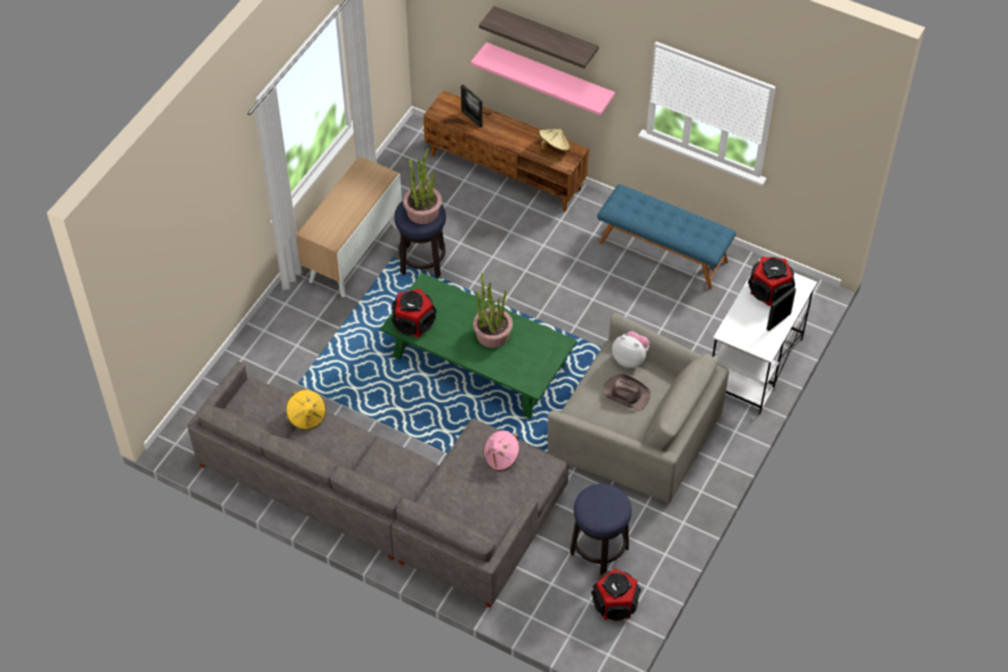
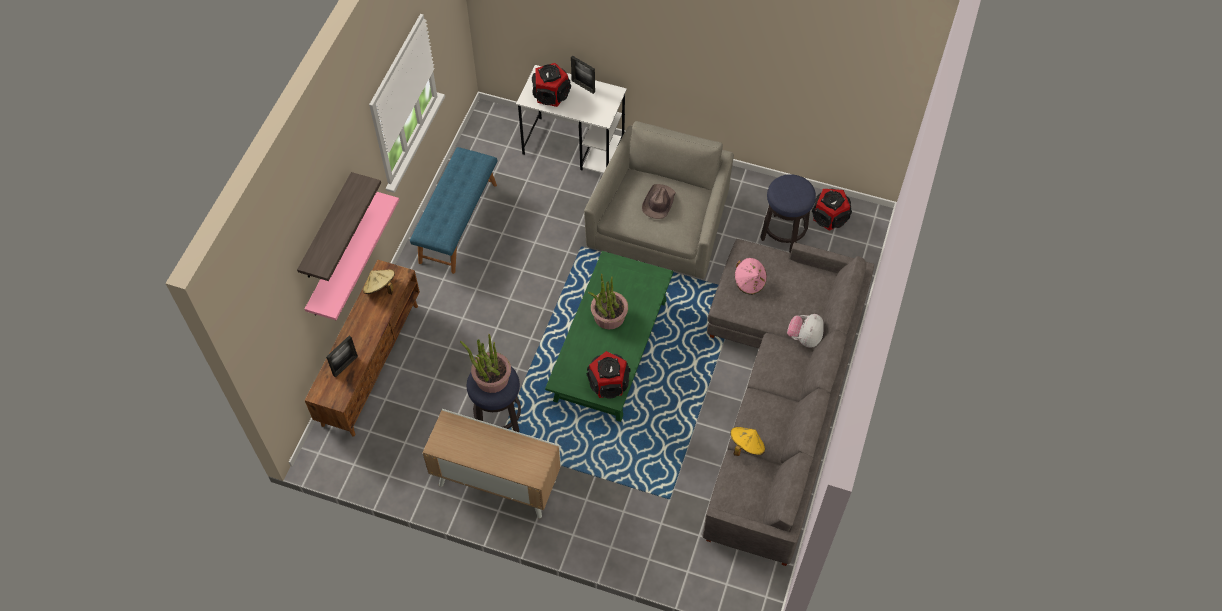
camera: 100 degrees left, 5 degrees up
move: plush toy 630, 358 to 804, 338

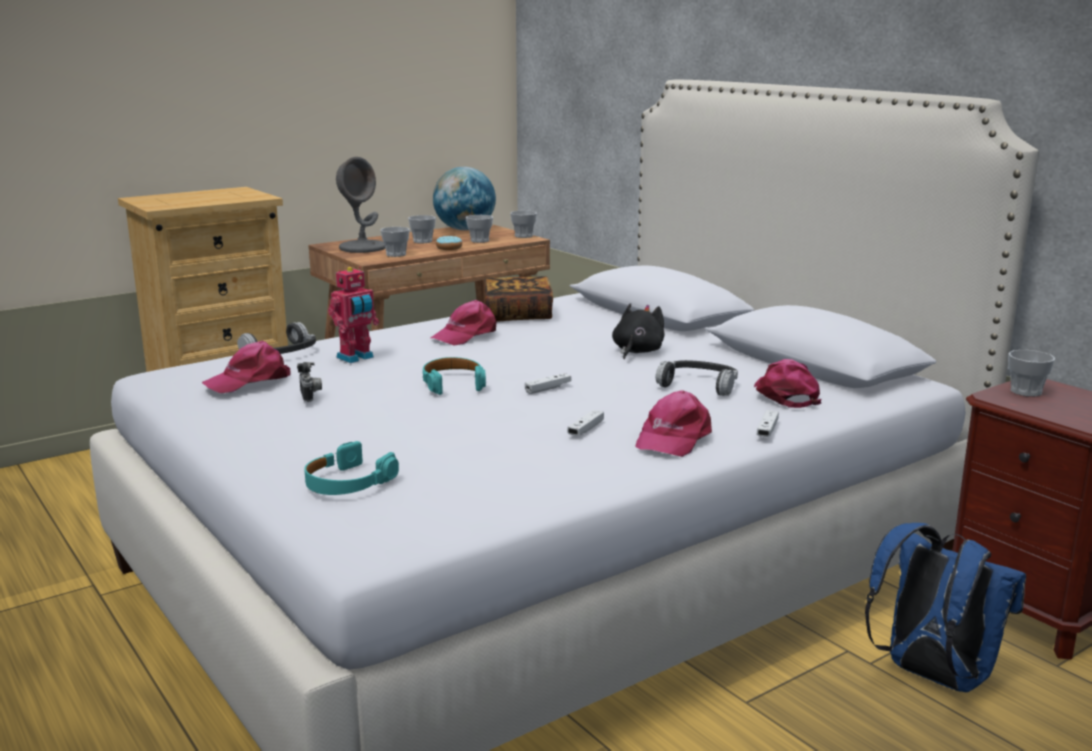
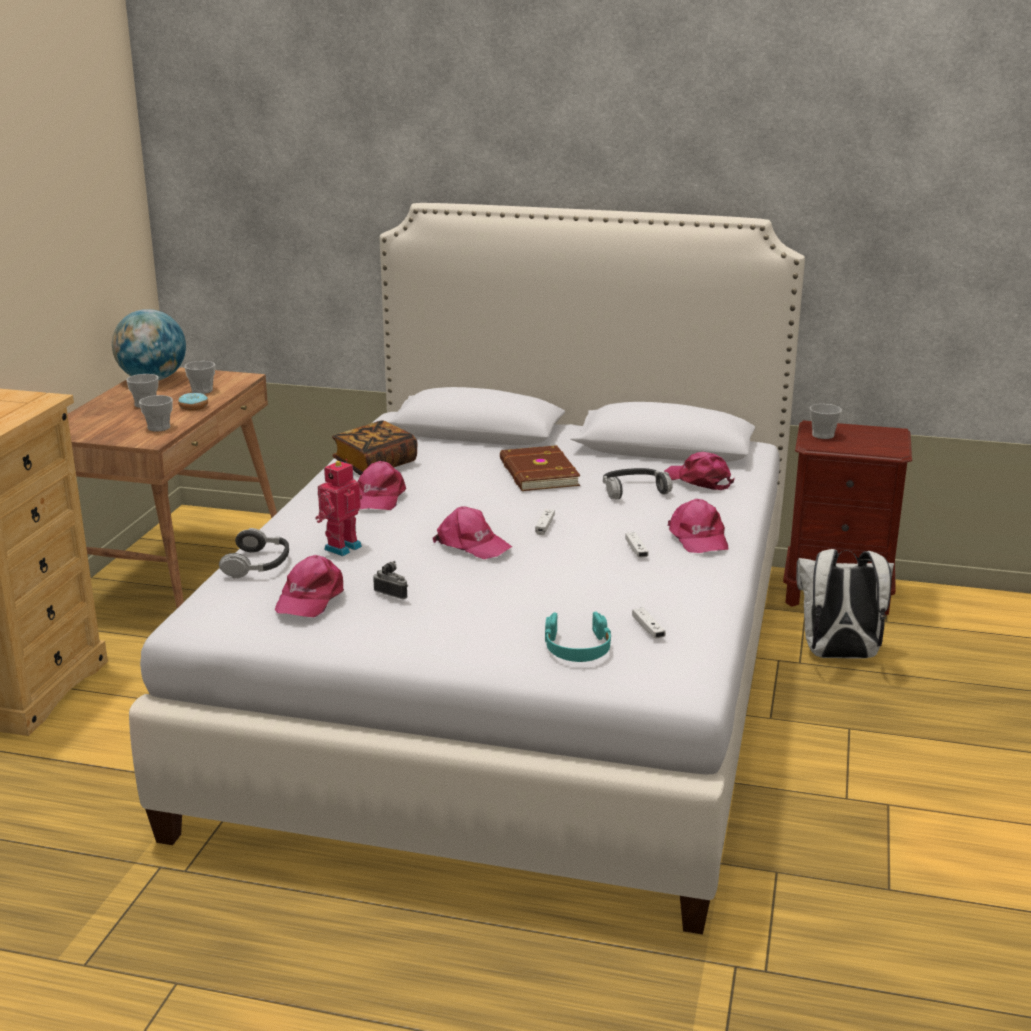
camera: 40 degrees left, 5 degrees up
delete: grey table lamp 363, 247; cup 523, 236
move: white game controller 767, 430 to 648, 629
replace: turquoise headphones 453, 383 to pink cap 472, 544; black plush toy 636, 351 to brown book 537, 473
recolor: blue backpack 931, 676 to white backpack 838, 656
rotate: toy robot 356, 358 = 341, 547 150 degrees counterclockwise

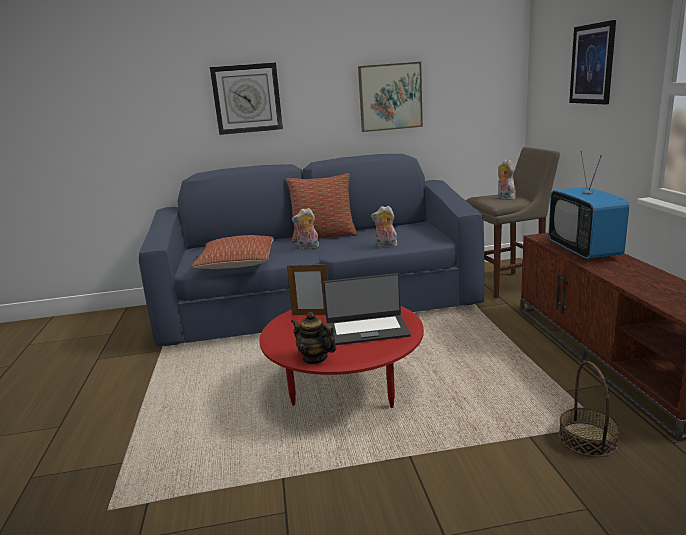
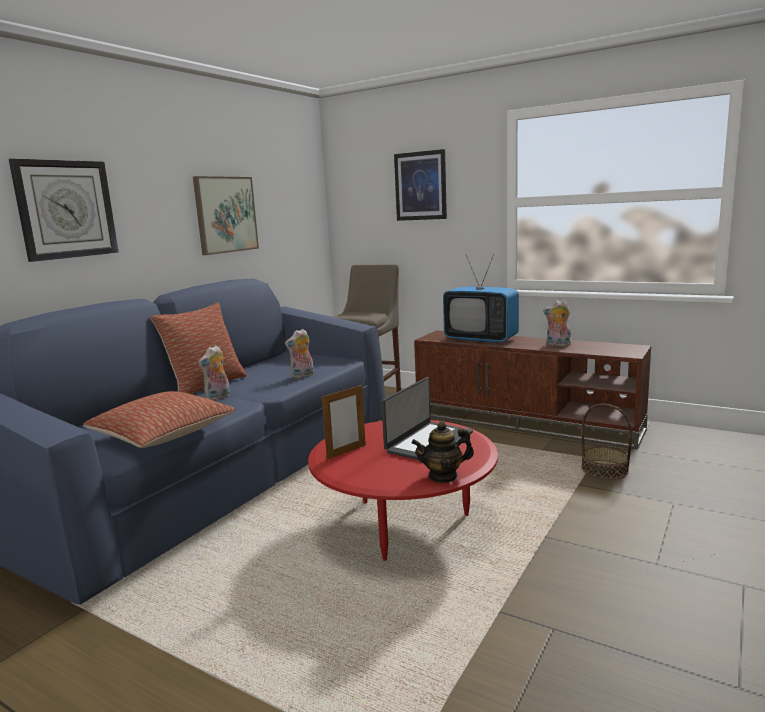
camera: 50 degrees left, 5 degrees down
move: plush toy 505, 198 to 557, 345

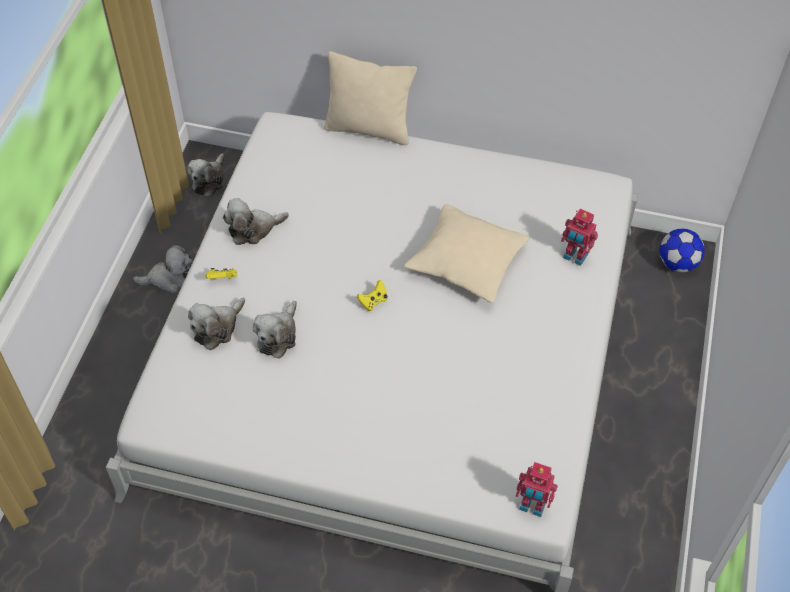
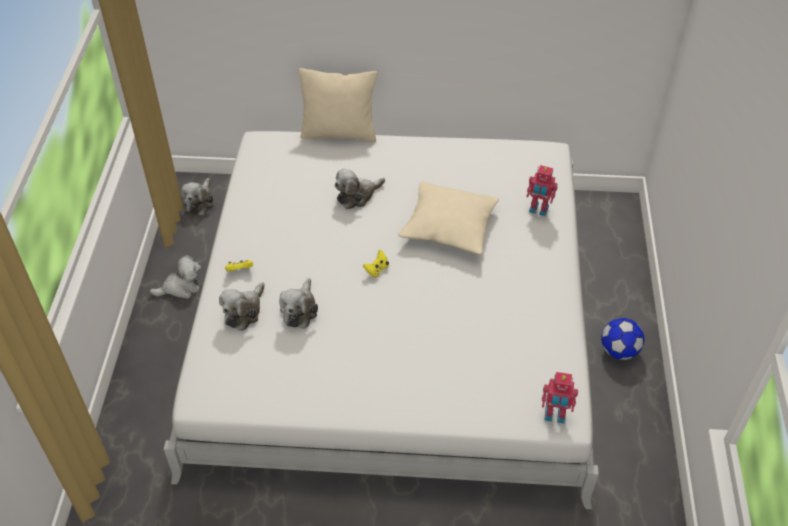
camera: 10 degrees left, 5 degrees down
move: plush toy 253, 229 to 357, 195; football 677, 263 to 619, 351

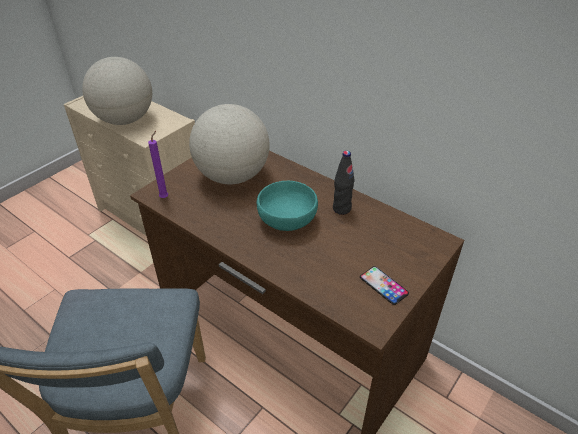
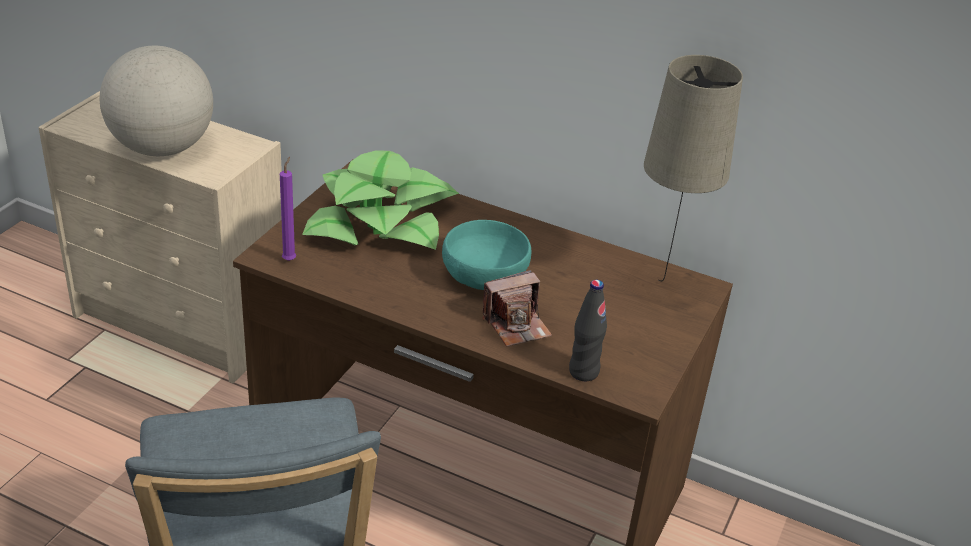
camera: 15 degrees left, 5 degrees down
delete: phone 383, 285
insert: photo camera 516, 325; beige table lamp 662, 292
move: black bottle 341, 209 to 583, 371
replace: globe 233, 176 to potted plant 382, 223

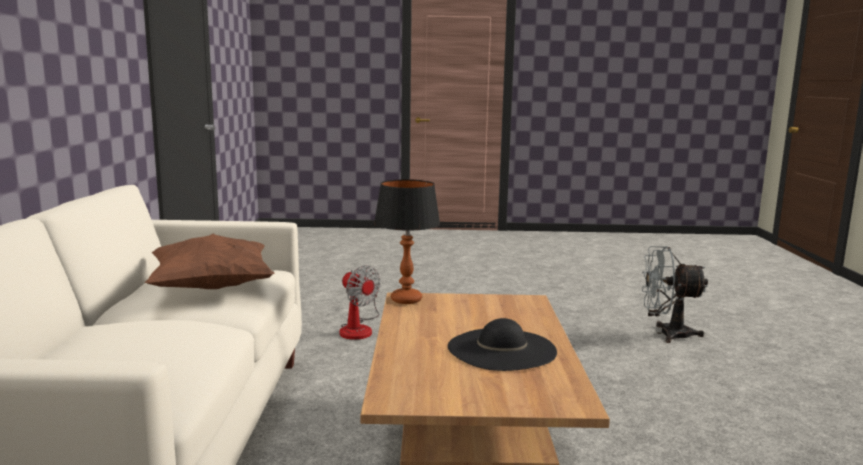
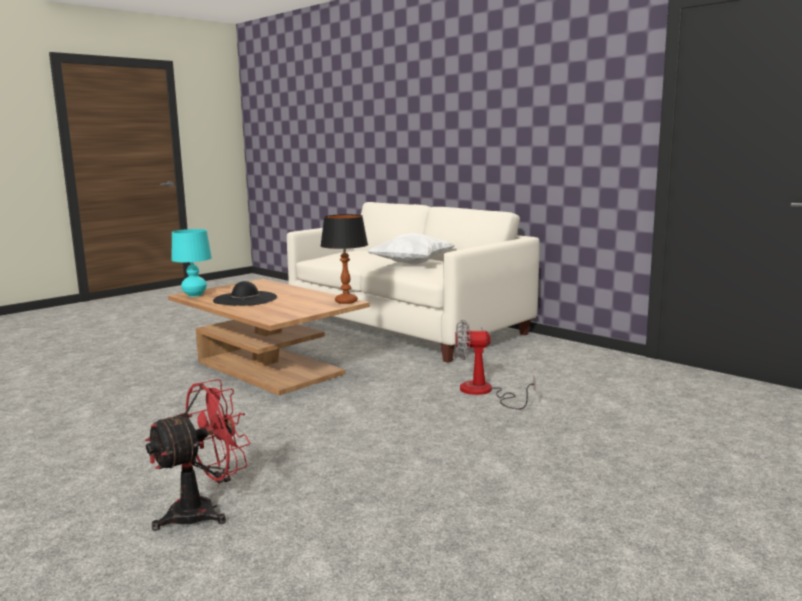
camera: 135 degrees right, 0 degrees up
insert: turquoise table lamp 194, 295
recolor: grey fan 666, 334 to red fan 204, 511; brown pillow 212, 288 to white pillow 412, 264

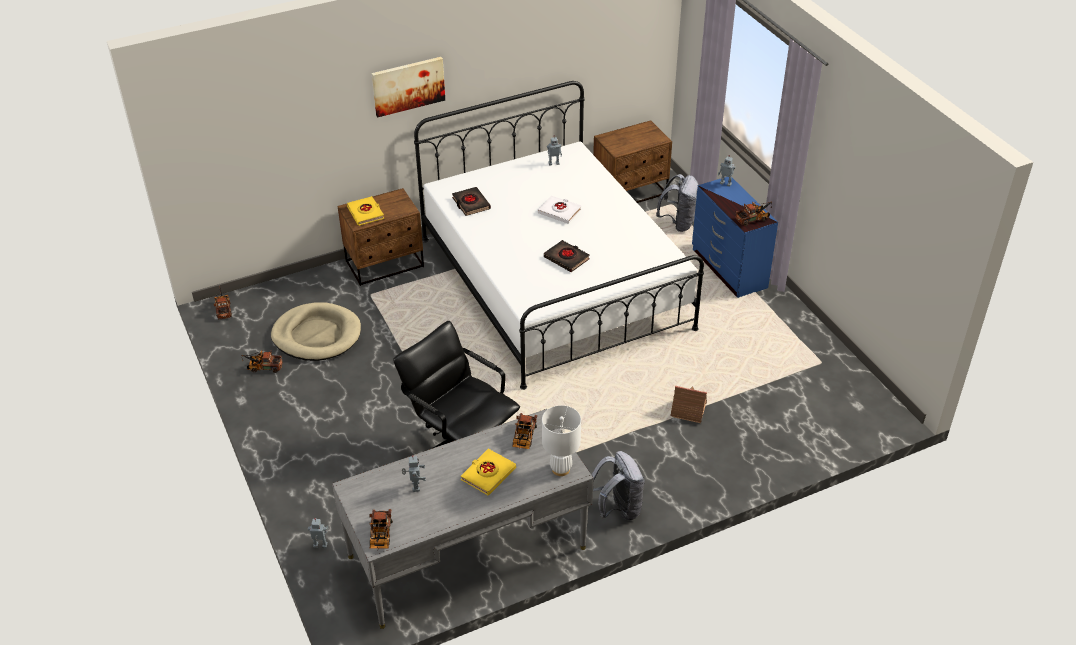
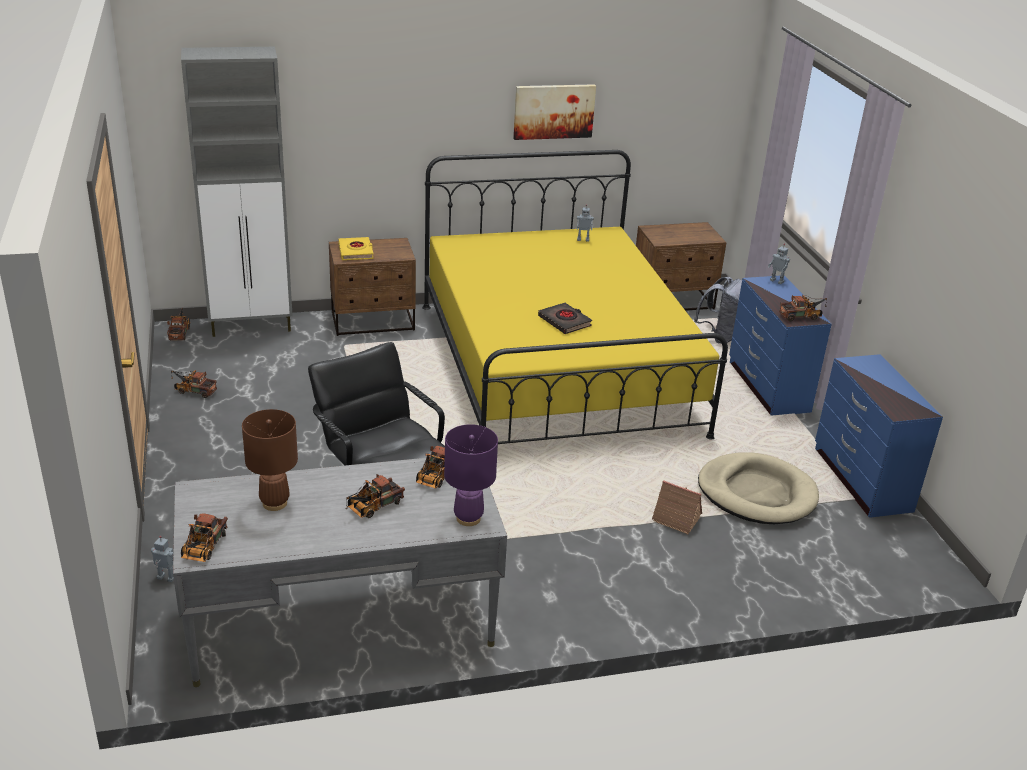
camera: 10 degrees right, 10 degrees down
delete: black book 471, 204; white book 559, 212; grey backpack 618, 509
insert: grey cabinet 252, 326; blue dresser 861, 480
move: picture 408, 86 to 553, 111; beige dog bed 317, 335 to 756, 493
replace: toy robot 415, 486 to brown table lamp 274, 503; yellow book 488, 474 to toy truck 372, 507
recolor: white bed 554, 283 to yellow bed 556, 367; white table lamp 561, 469 to purple table lamp 468, 518

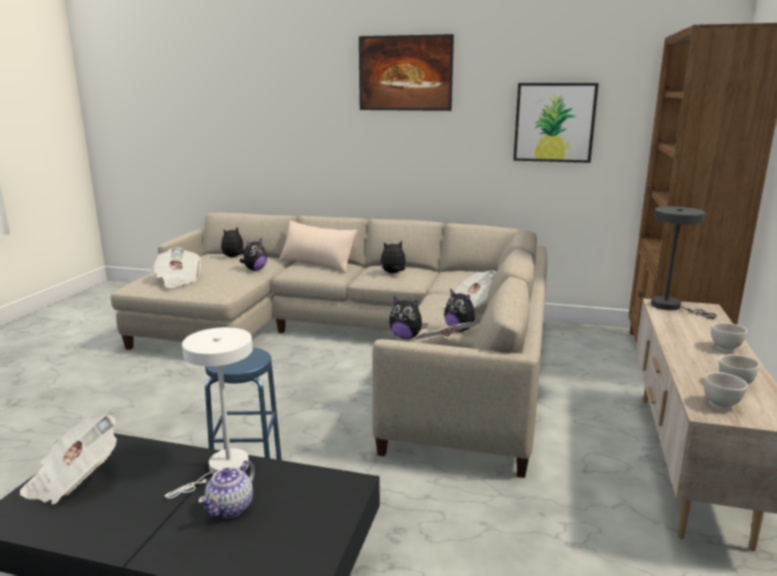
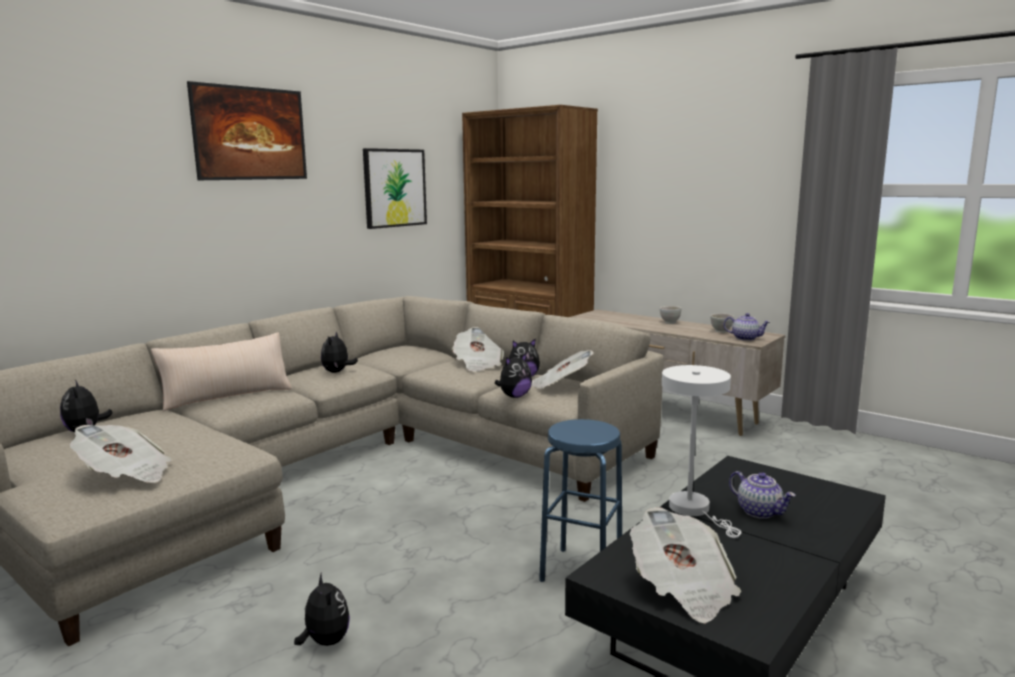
camera: 65 degrees left, 5 degrees down
delete: grey table lamp 671, 307
move: plush toy 255, 269 to 325, 641
replace: white bowl 721, 405 to teapot 745, 338

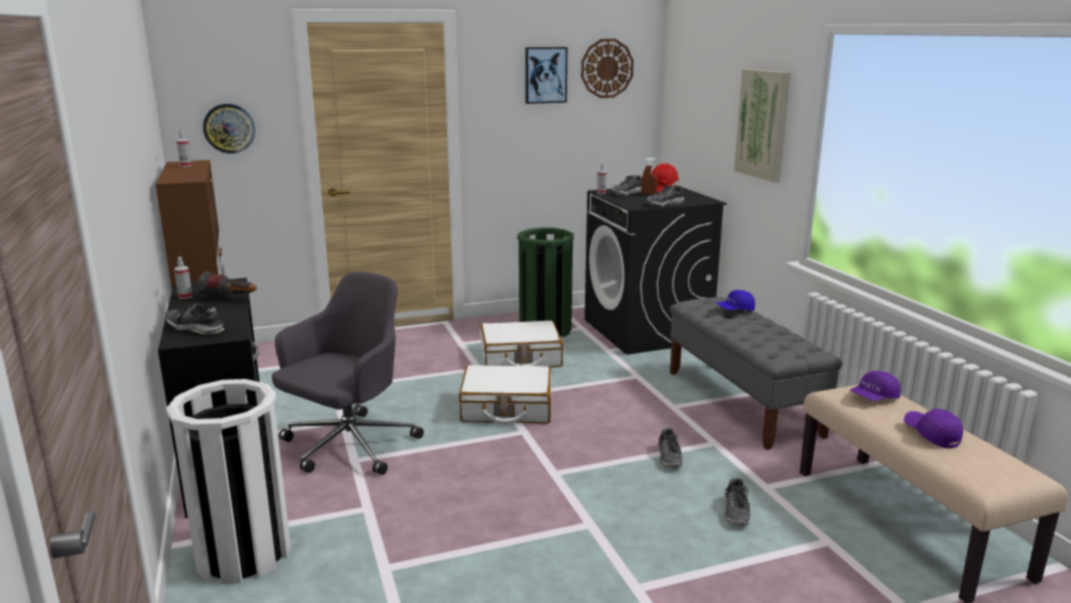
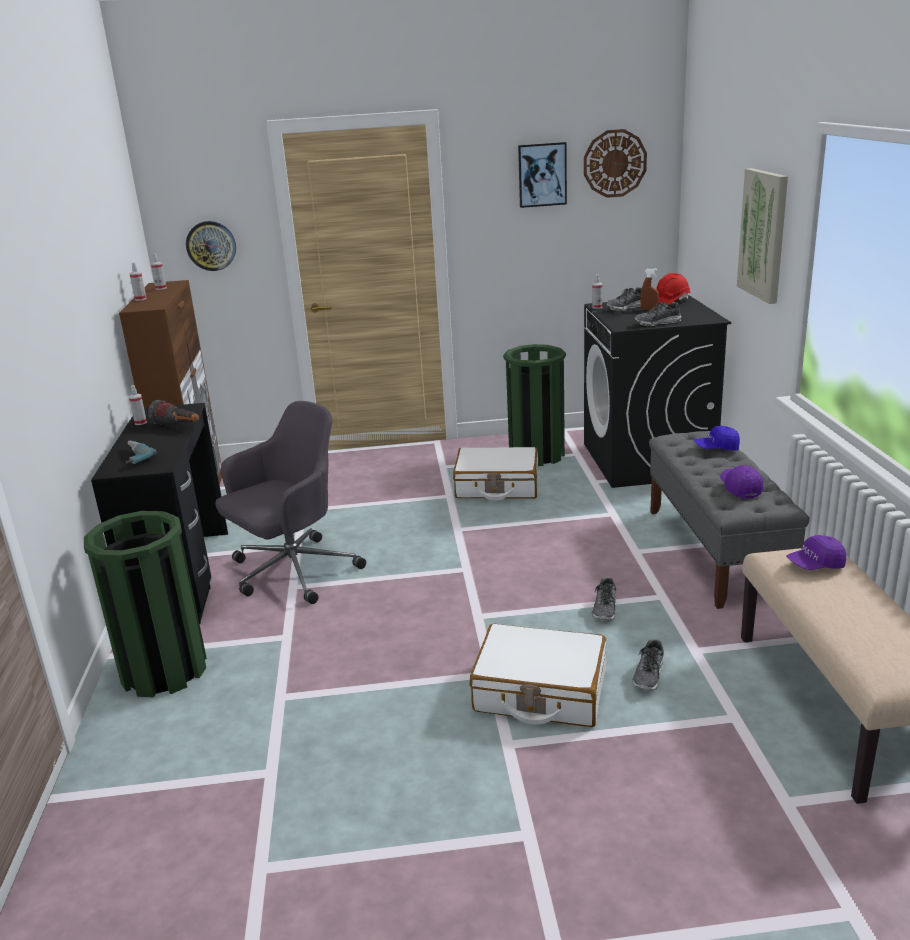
camera: 15 degrees right, 5 degrees up
insert: spray bottle 140, 299
move: white suitcase 506, 408 to 540, 691; purple cap 931, 435 to 740, 488
replace: shoe 195, 328 to power drill 132, 458
recolor: white trash can 243, 554 to green trash can 164, 670

